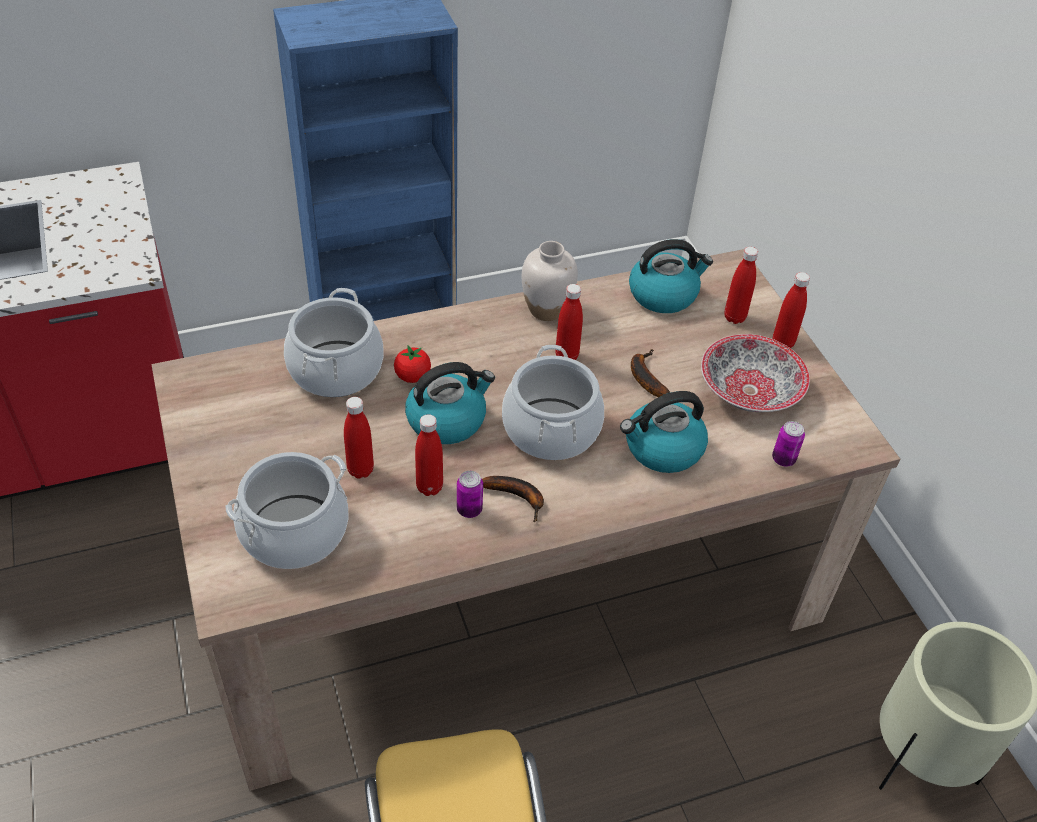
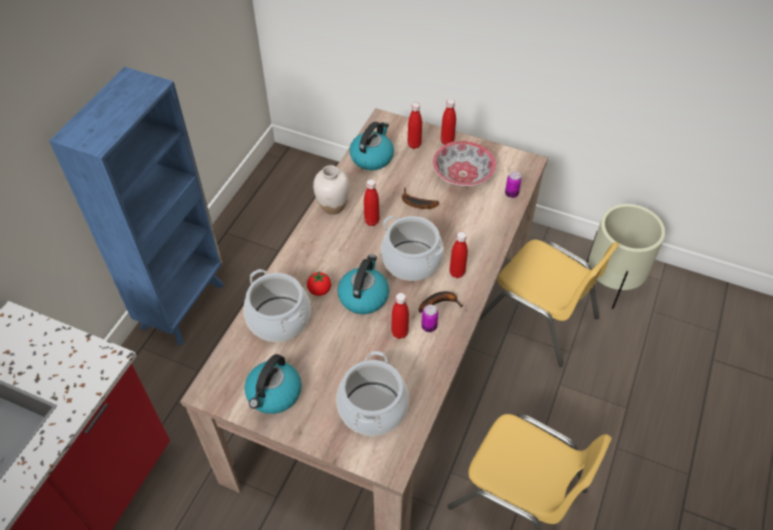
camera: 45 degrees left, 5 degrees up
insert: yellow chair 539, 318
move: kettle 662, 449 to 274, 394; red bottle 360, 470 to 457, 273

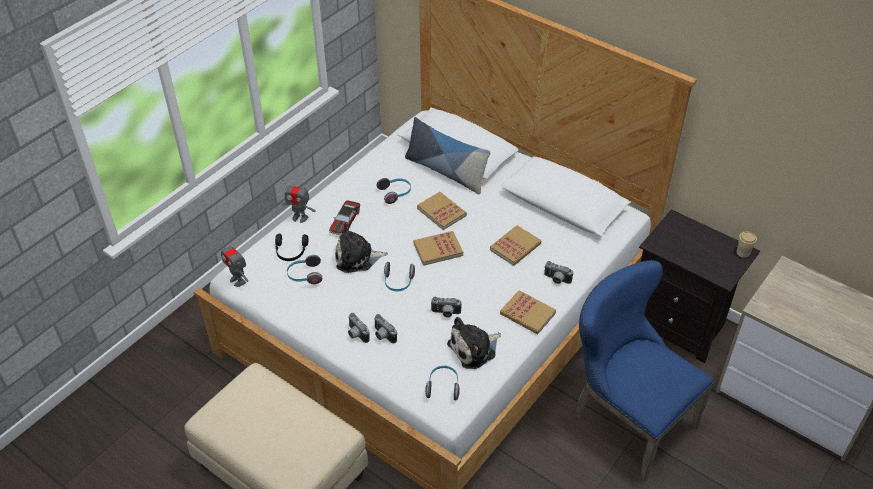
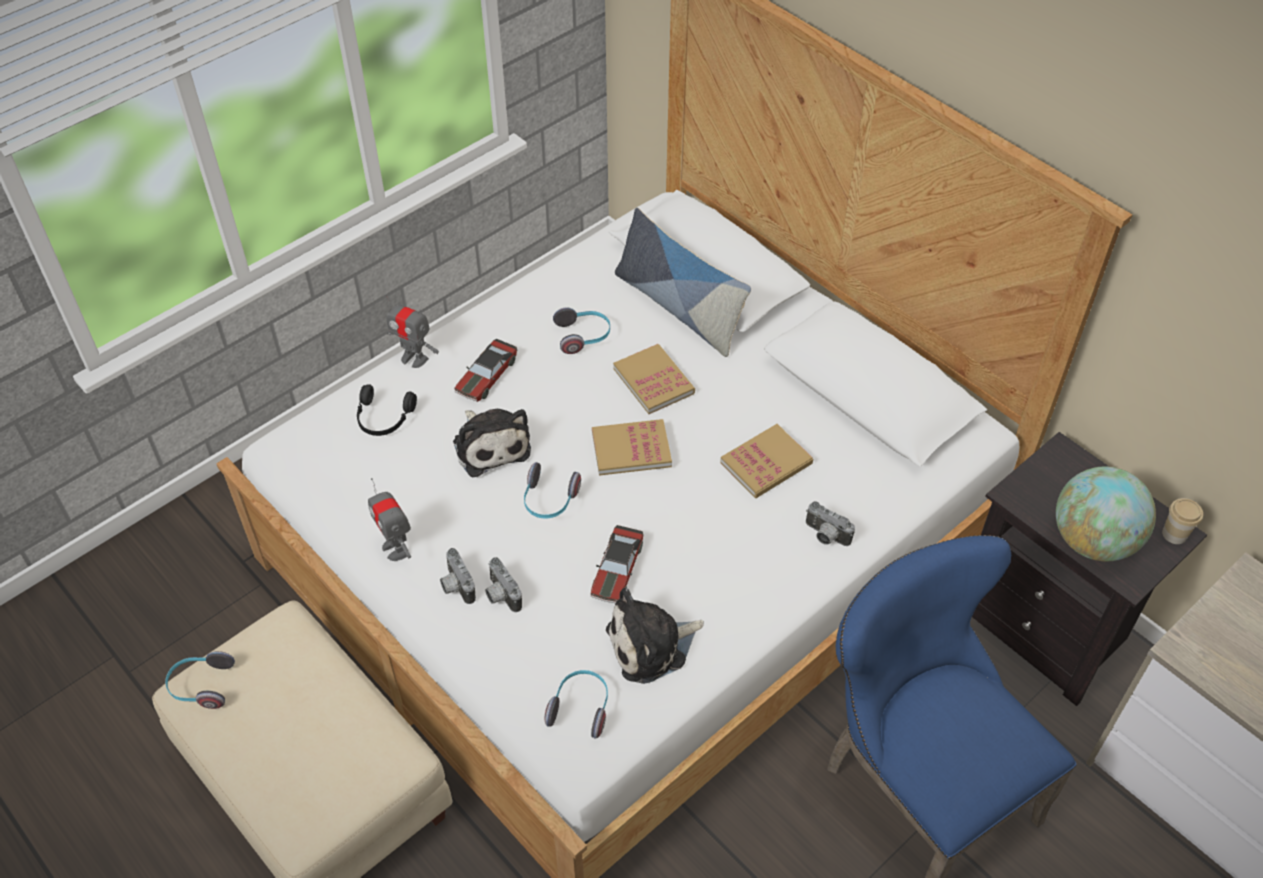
camera: 10 degrees right, 5 degrees up
delete: book 527, 314
insert: globe 1093, 541
move: headphones 305, 275 to 201, 686; toy robot 238, 280 to 396, 548
replace: photo camera 445, 313 to toy car 617, 570
rotate: plush toy 357, 258 = 490, 445 120 degrees counterclockwise

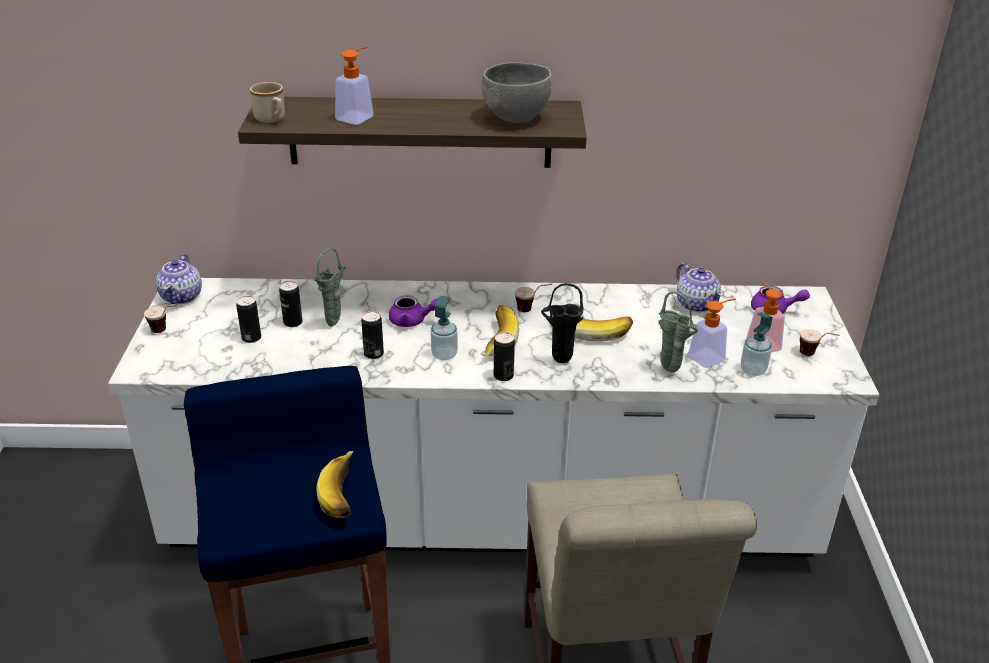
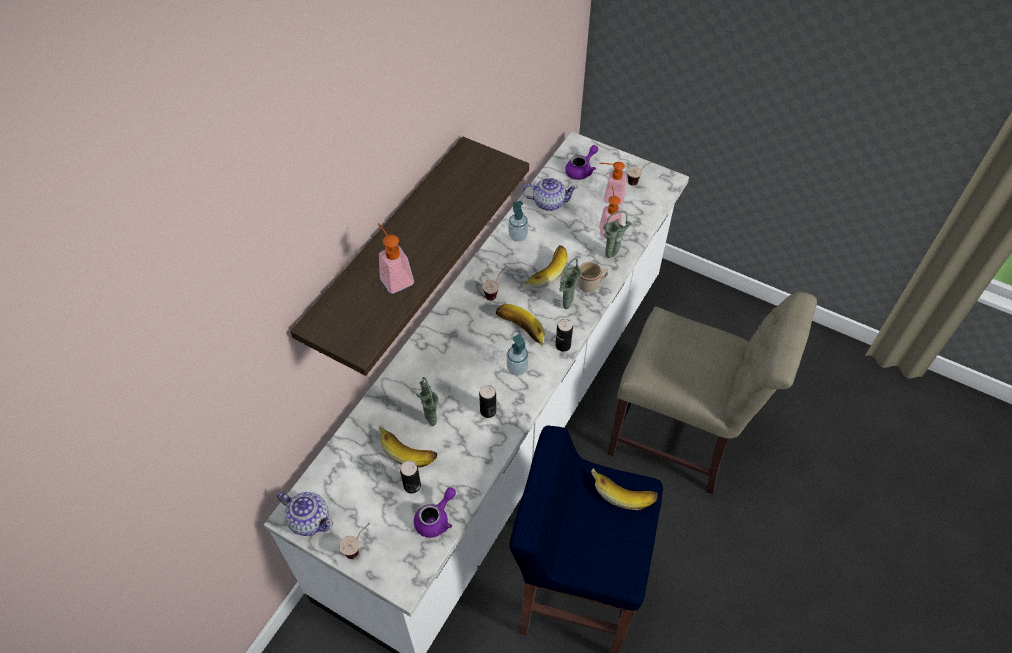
camera: 60 degrees left, 20 degrees up
delete: grey bowl 516, 117
move: purple teapot 412, 321 to 436, 519; soap dispenser 753, 370 to 518, 236; beige mug 272, 119 to 591, 284
replace: can 293, 322 to banana 409, 449
recolor: black vase 559, 362 to green vase 566, 307

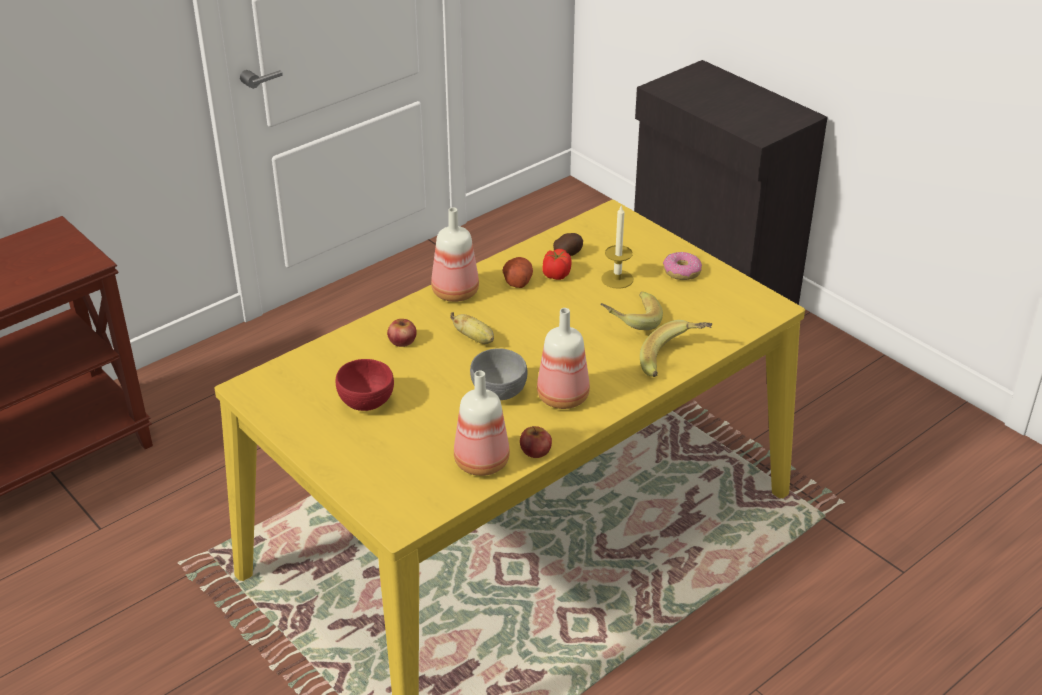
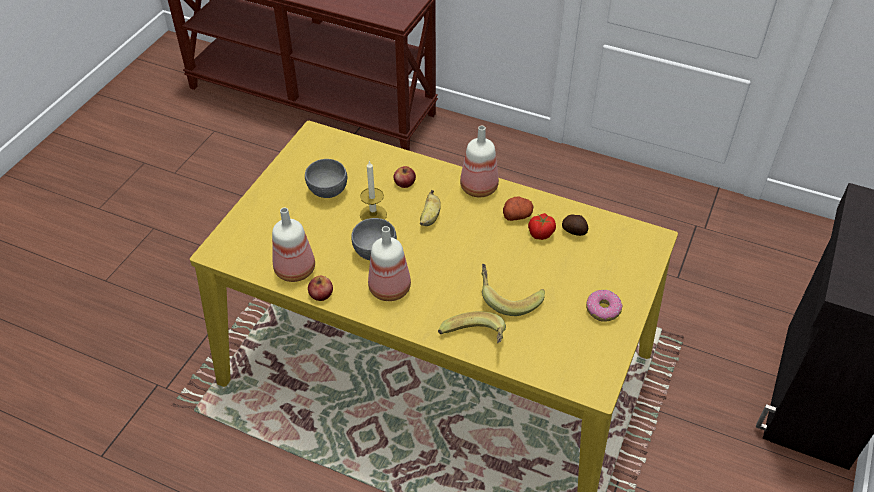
camera: 65 degrees right, 10 degrees up
move: candle 617, 279 to 373, 214
recolor: red bowl 365, 403 to grey bowl 328, 191

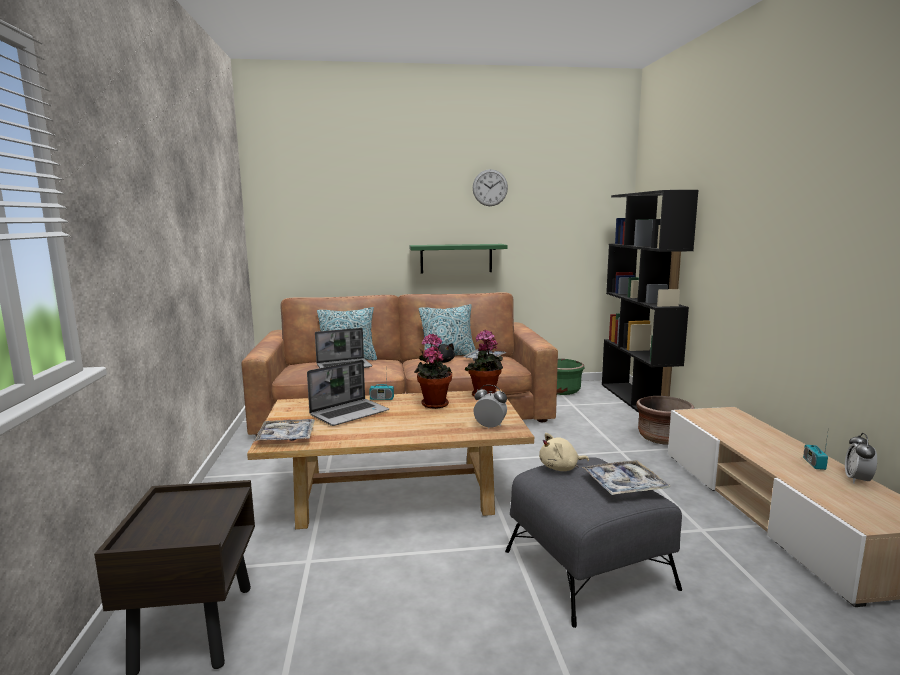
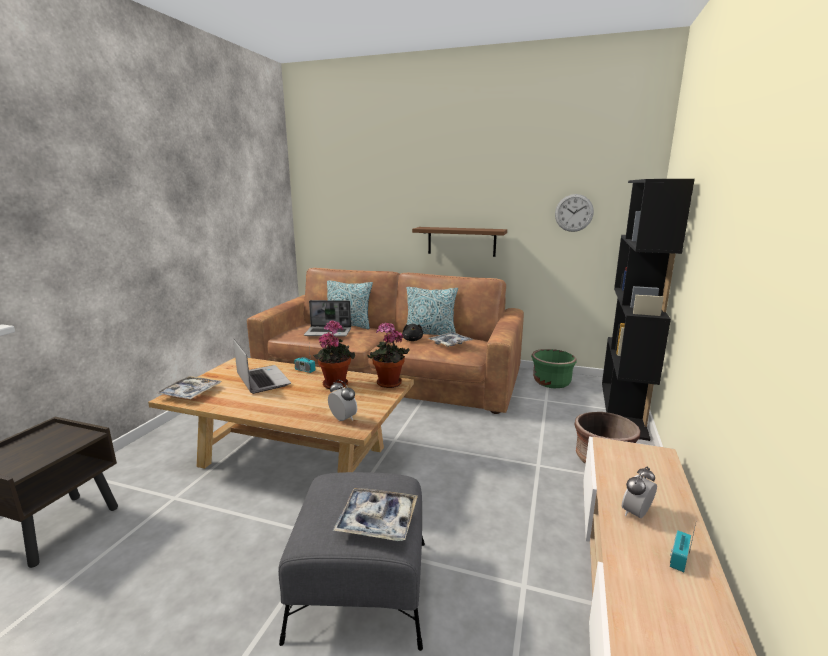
camera: 25 degrees right, 5 degrees up
delete: beige plush toy 561, 468
move: wall clock 490, 187 to 574, 213; alarm clock 857, 480 to 636, 514
recolor: green shelf 456, 258 to brown shelf 461, 241
rotate: laptop 350, 413 = 262, 380 105 degrees counterclockwise

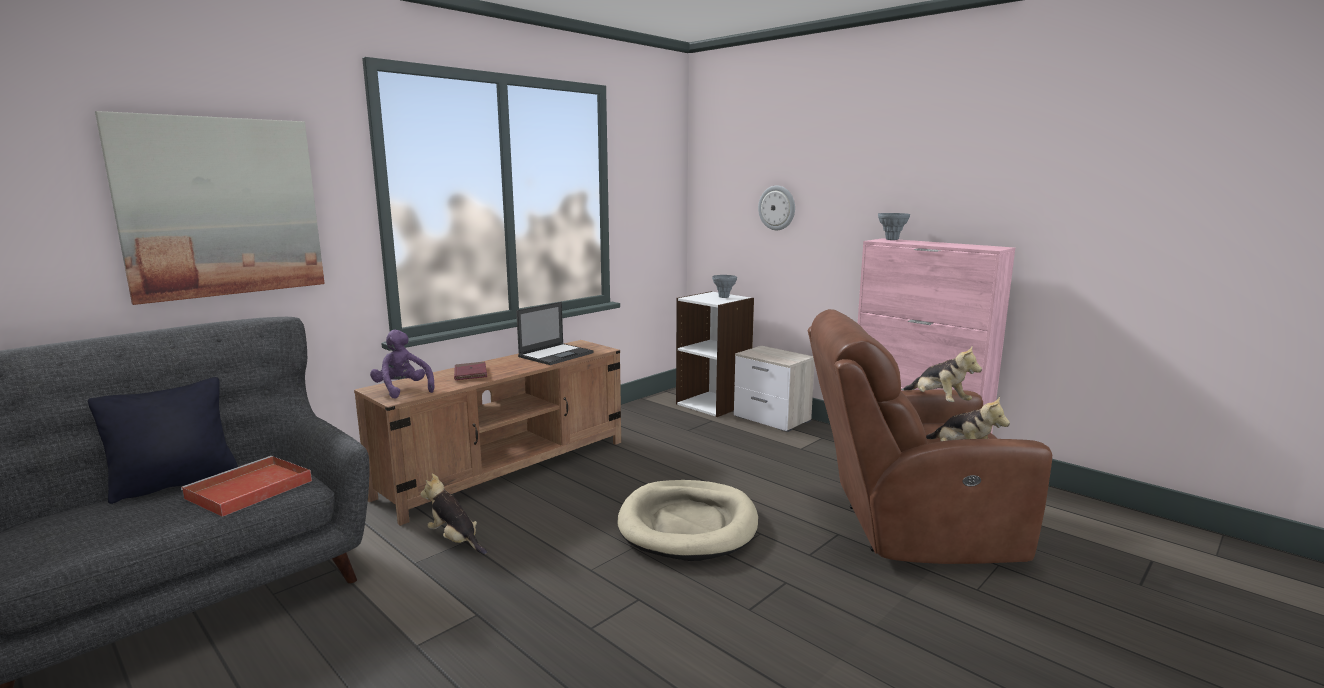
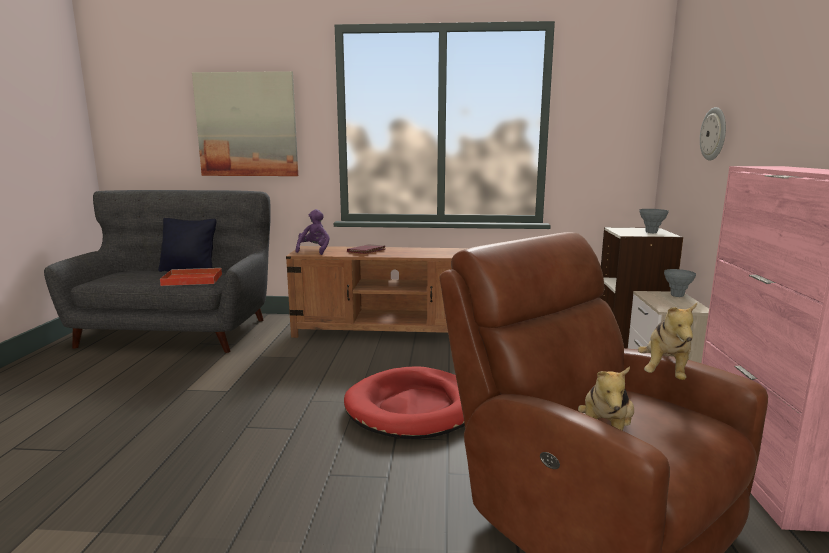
camera: 50 degrees right, 0 degrees up
delete: plush toy 455, 540; laptop 556, 354
move: grey vase 891, 239 to 677, 295
recolor: beige dog bed 688, 524 to red dog bed 415, 408

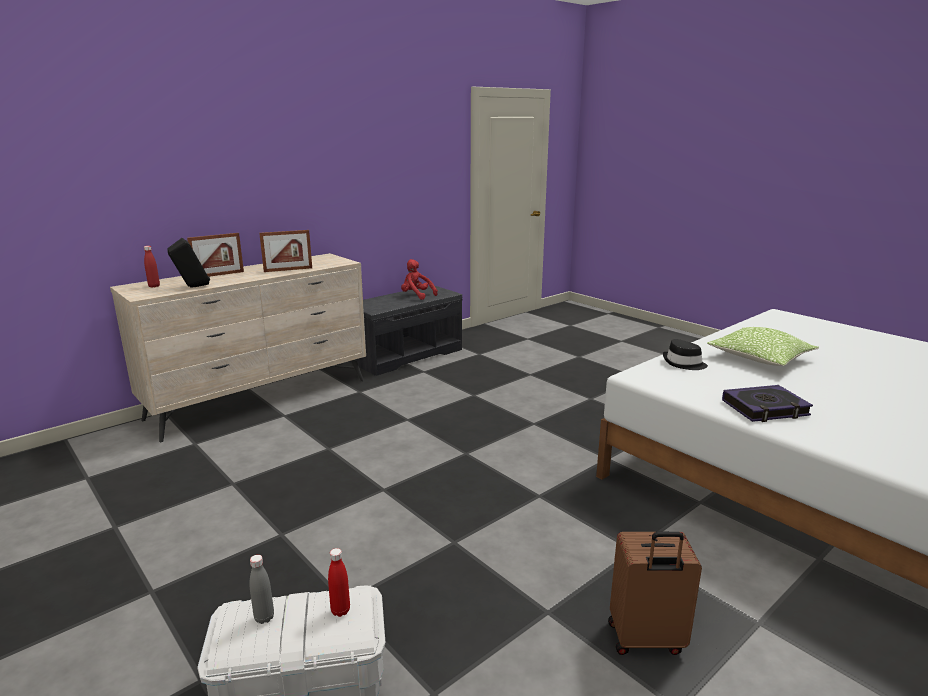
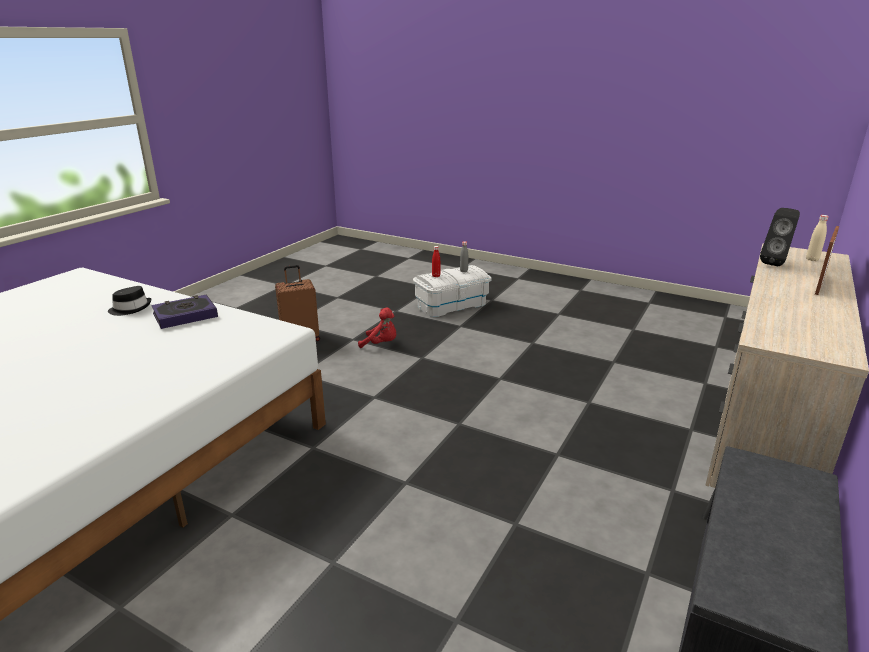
camera: 160 degrees right, 5 degrees up
delete: picture frame 288, 270; pillow 759, 358
move: black hat 683, 363 to 131, 308; red plush toy 416, 296 to 381, 344
recolor: red bottle 154, 286 to beige bottle 812, 259

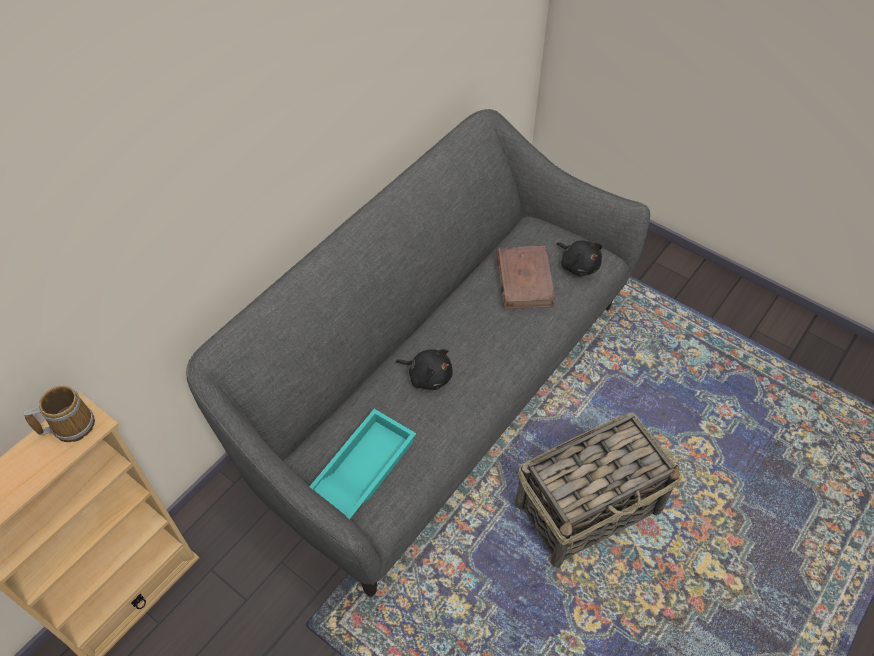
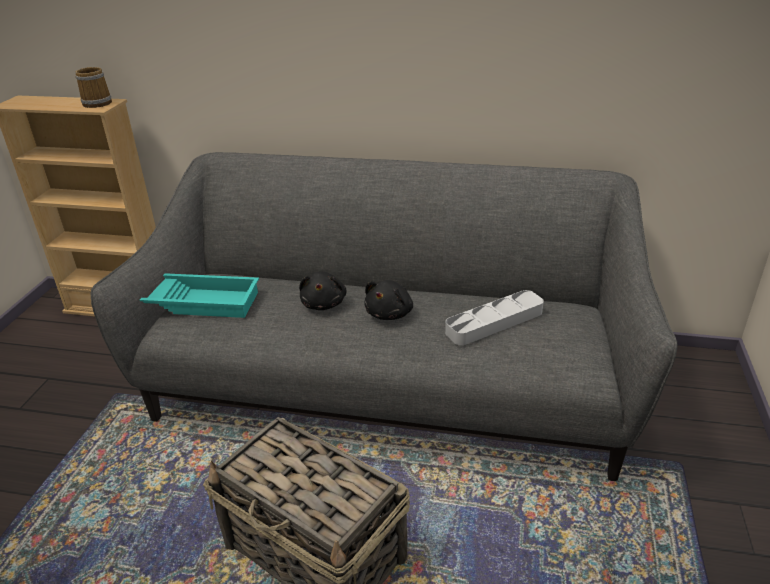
camera: 65 degrees right, 20 degrees down
move: black plush toy 578, 265 to 390, 313
replace: brown book 524, 280 to grey tray 494, 322

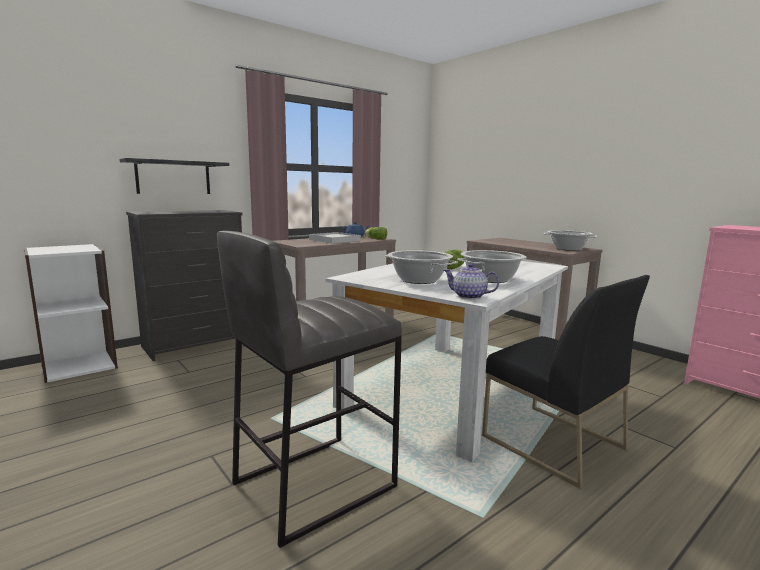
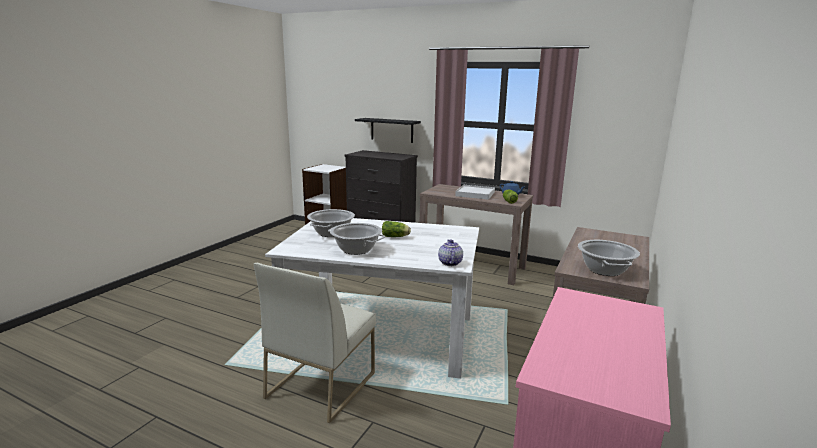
camera: 65 degrees right, 5 degrees up
delete: grey stool 312, 484
move: teapot 468, 296 to 449, 263
recolor: black chair 551, 443 to white chair 321, 384

